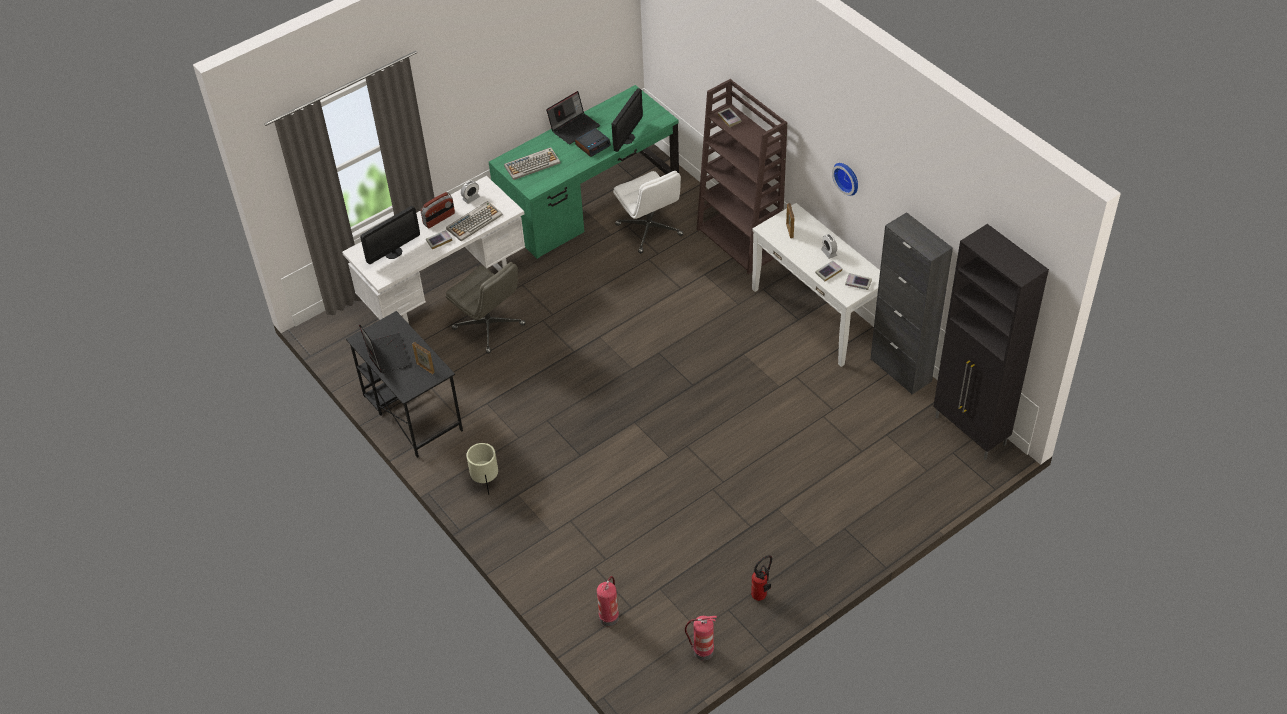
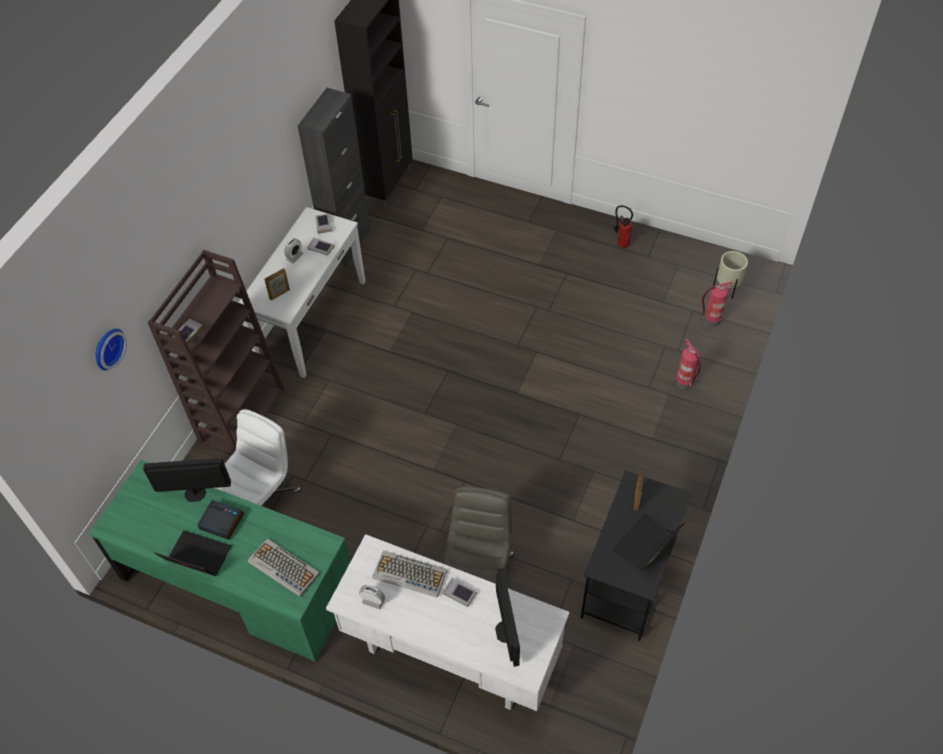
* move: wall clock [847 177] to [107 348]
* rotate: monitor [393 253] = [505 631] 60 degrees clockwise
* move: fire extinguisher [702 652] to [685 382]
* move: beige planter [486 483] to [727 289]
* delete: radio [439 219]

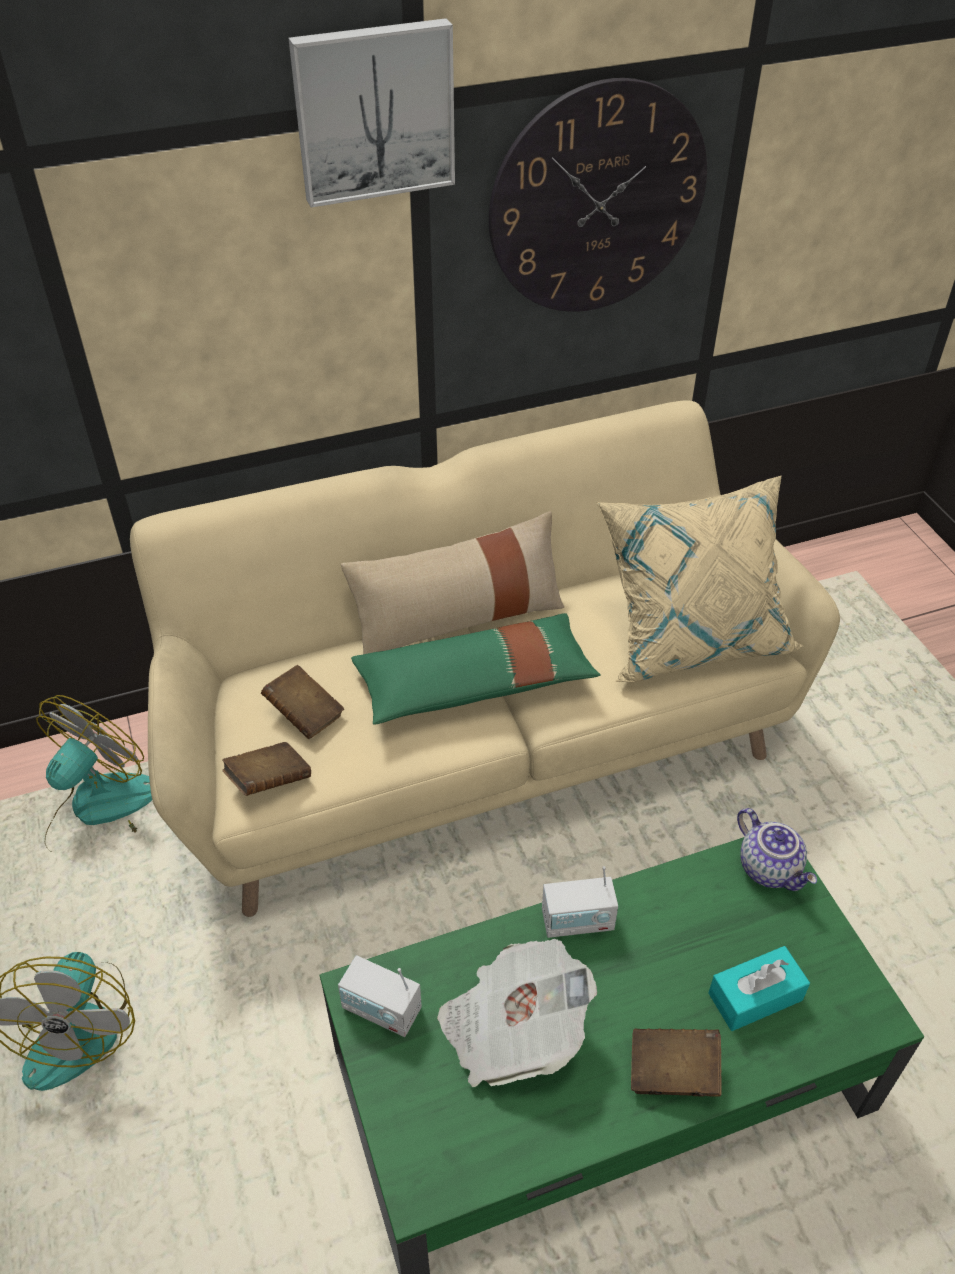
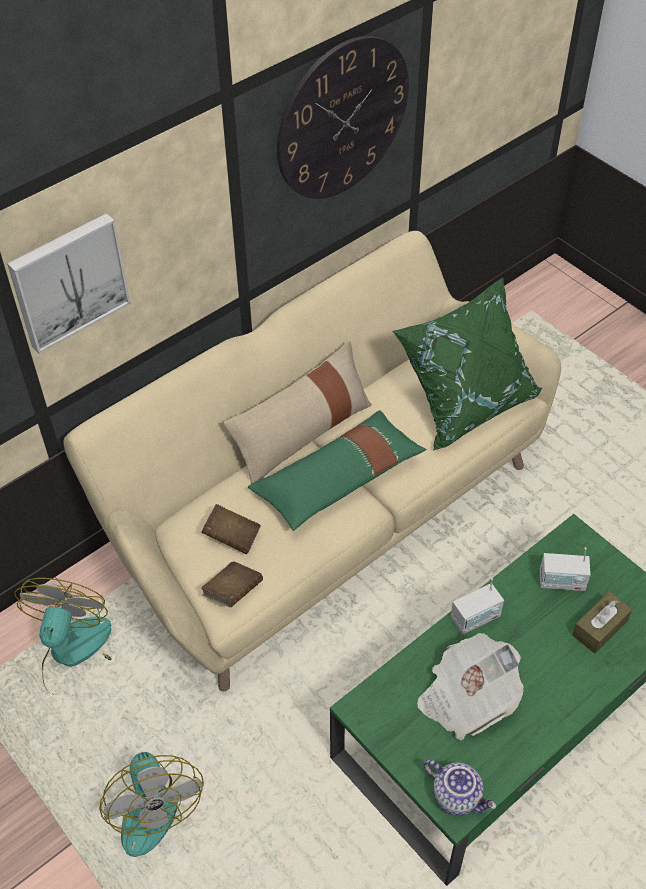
* move: picture [373 111] to [68 281]
* recolor: beige pillow [691 636] to green pillow [466 401]
* move: teapot [770 868] to [457 795]
* move: radio [381 1010] to [562 582]
* recolor: turquoise tissue box [755 996] to brown tissue box [600 628]
* delete: brown book [673 1072]

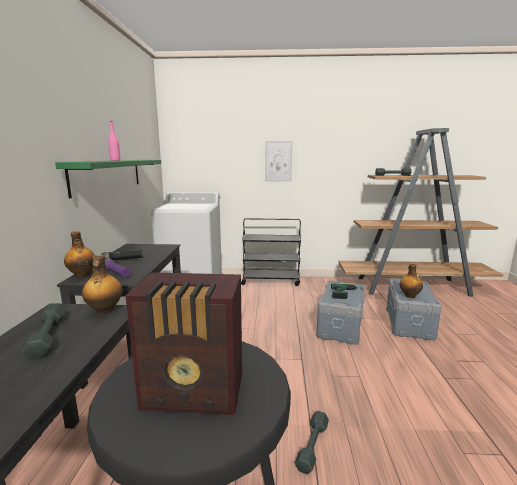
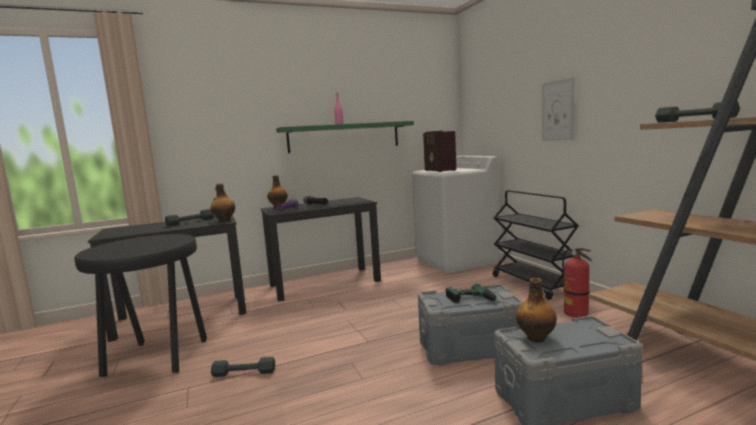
* move: radio [195 393] to [440 170]
* insert: fire extinguisher [576 313]

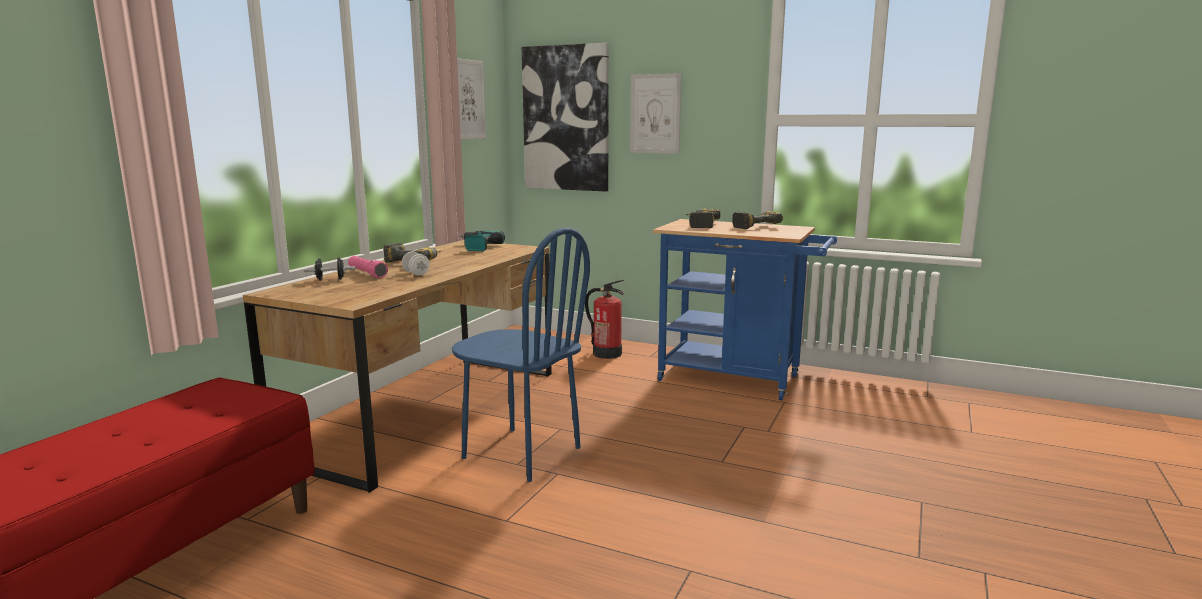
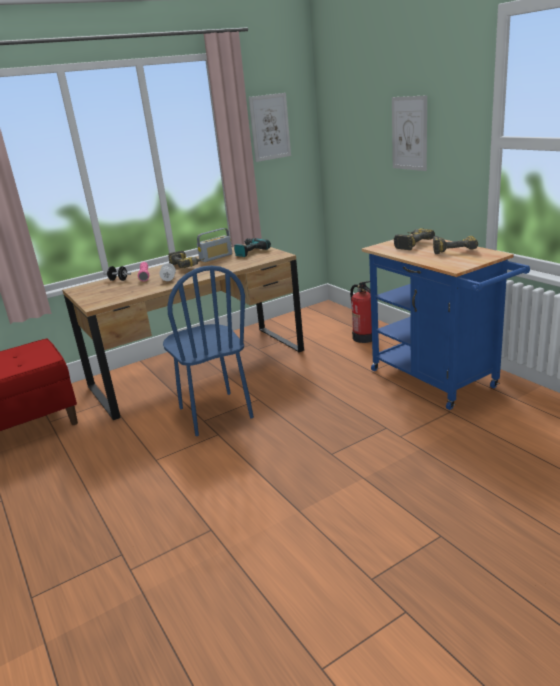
* insert: radio [216 257]
* delete: picture [566 118]

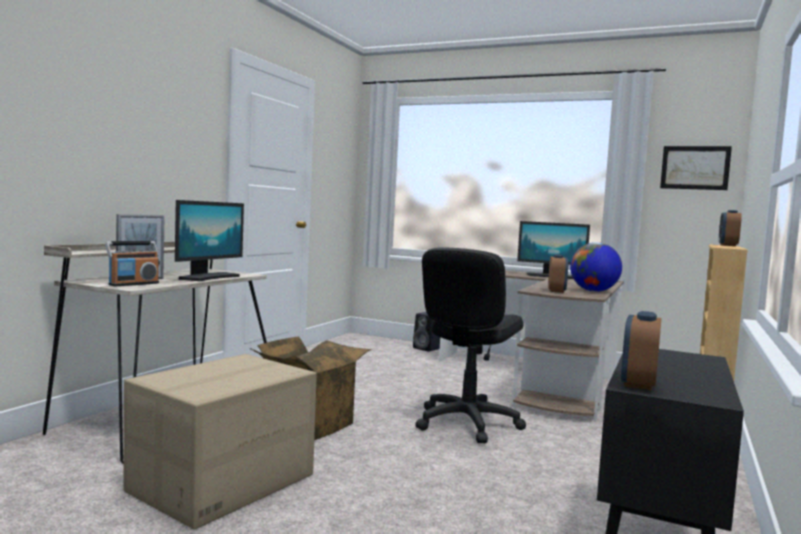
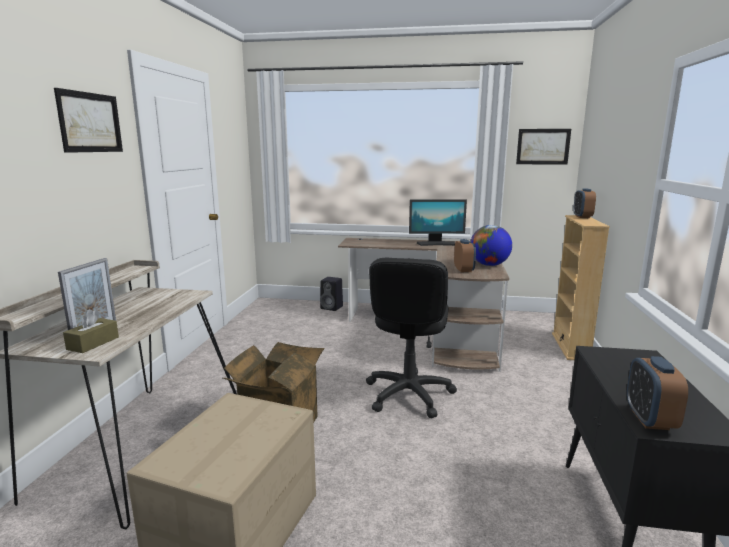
* insert: picture [90 122]
* replace: radio [133 284] to brown tissue box [93 343]
* delete: monitor [208 277]

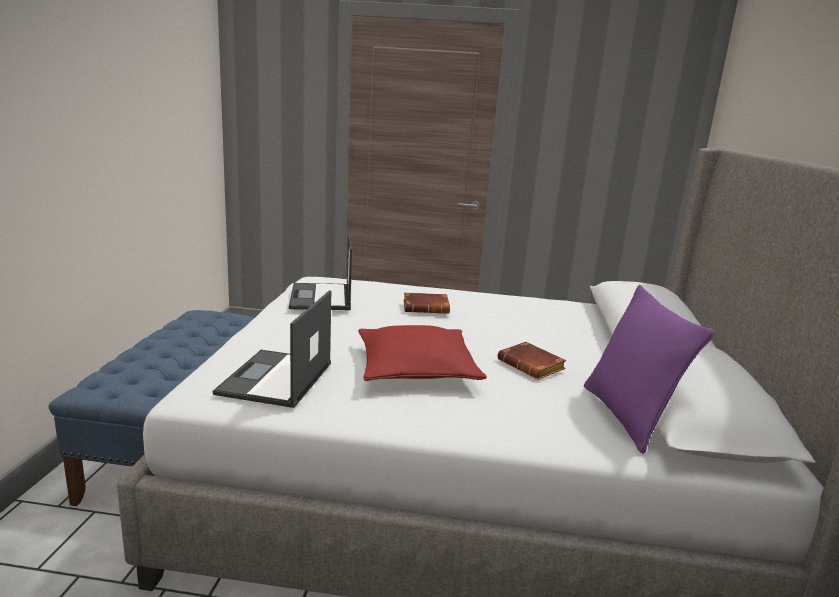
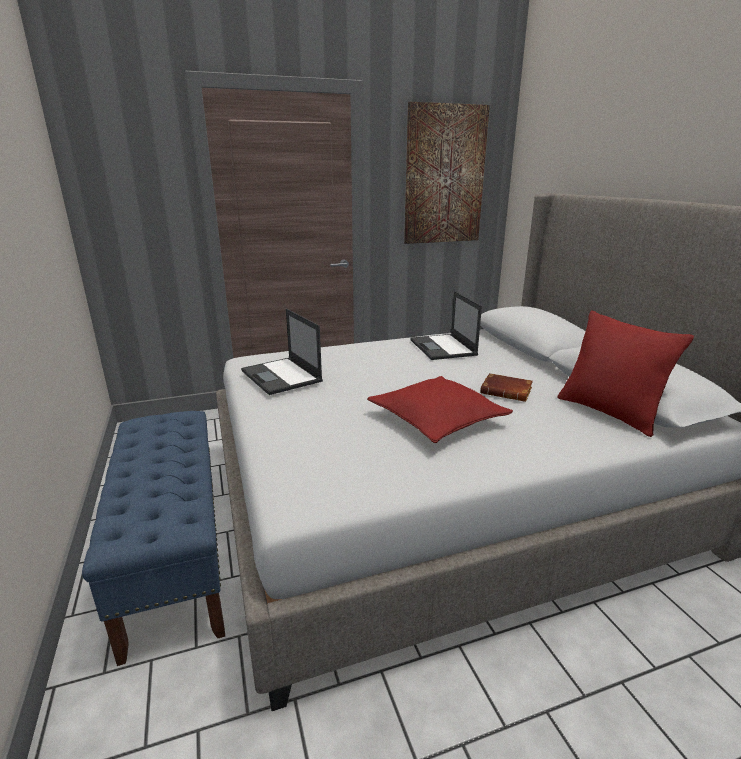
* insert: picture [444 176]
* move: laptop [276 379] to [443 347]
* recolor: purple pillow [627 417] to red pillow [608 412]
* delete: brown book [427 307]

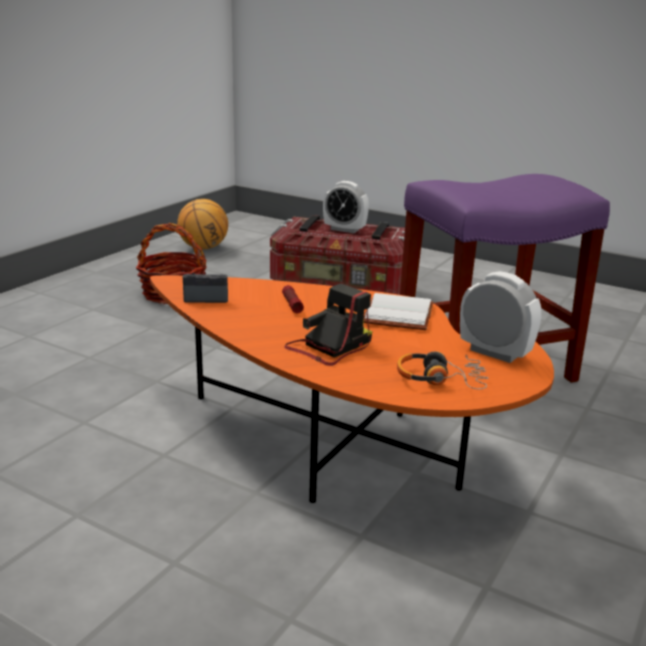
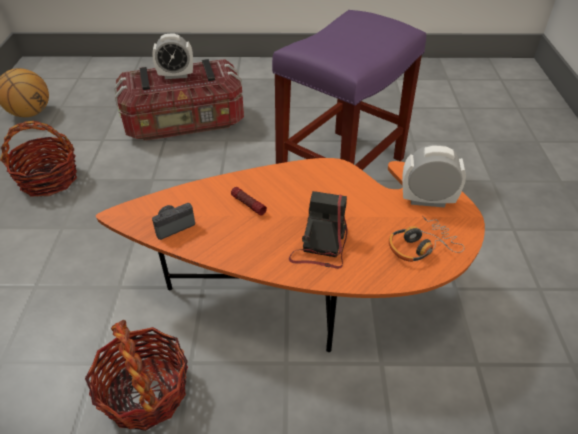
* insert: basket [145 391]
* delete: white book [400 315]

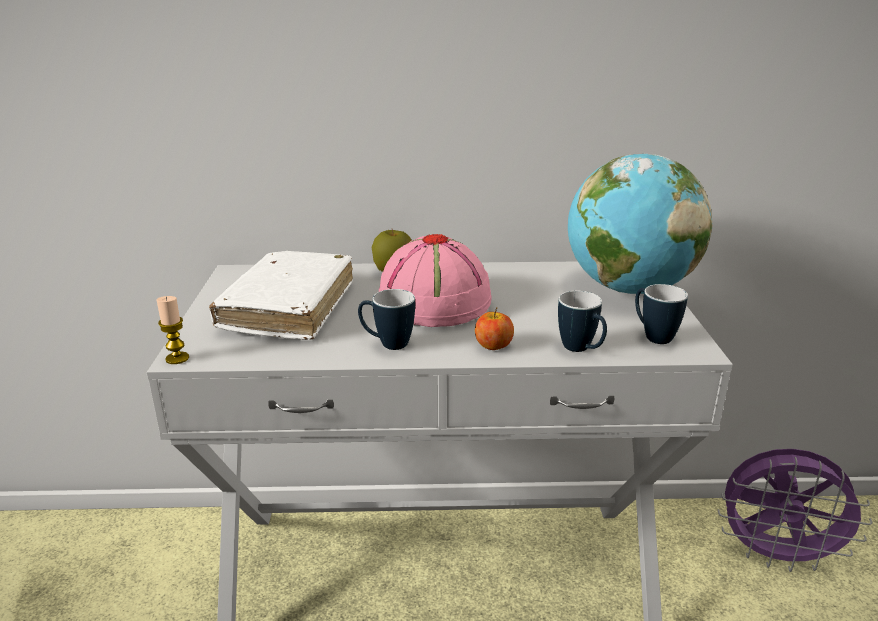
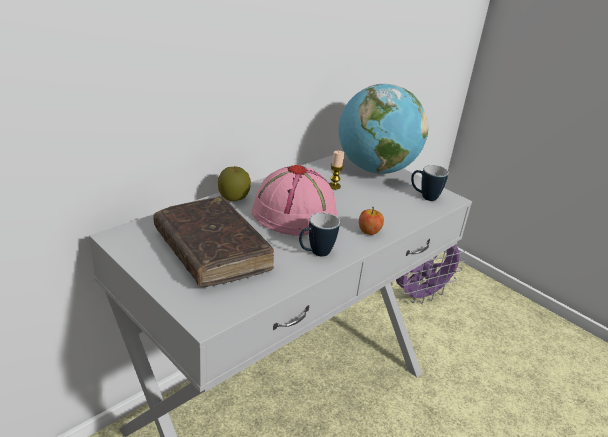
* recolor: white book [289 307] to brown book [212 251]
* move: candle [177 358] to [334 186]
* delete: mug [581 350]

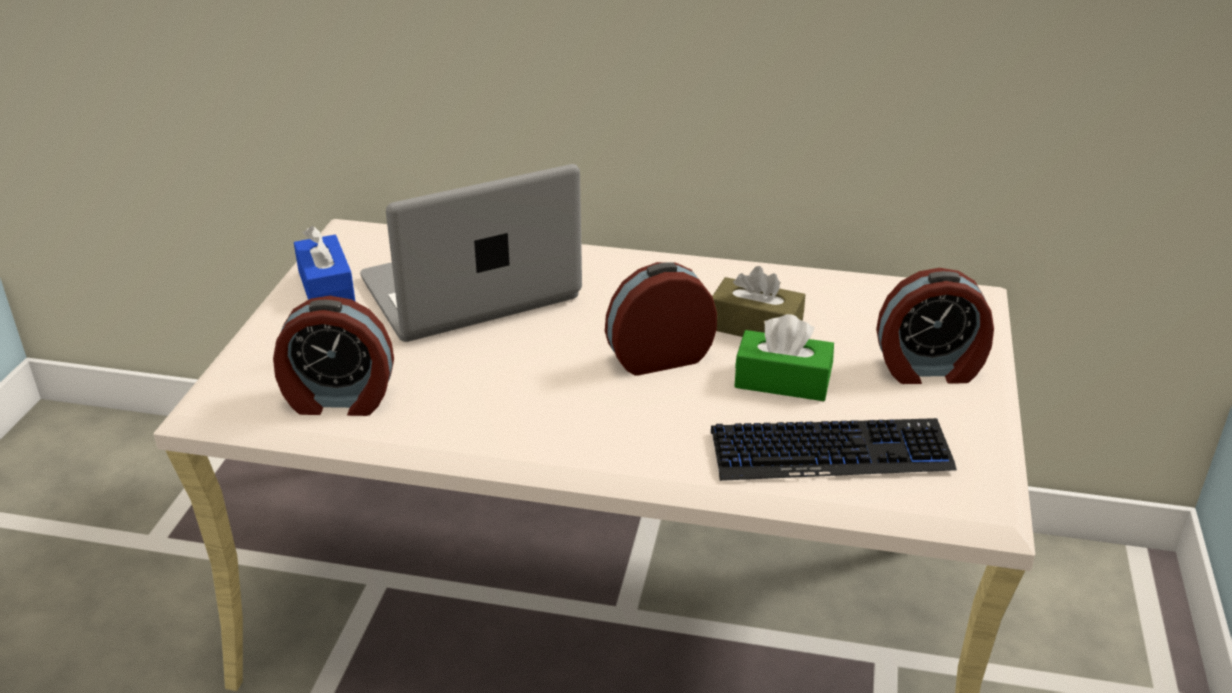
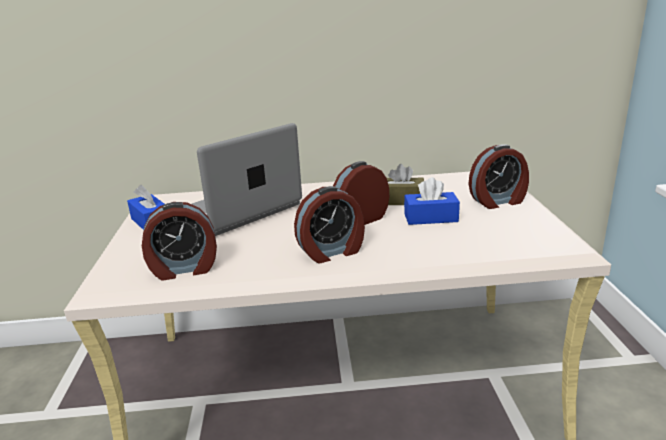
* insert: alarm clock [332 252]
* recolor: green tissue box [782 381] to blue tissue box [431 218]
* delete: keyboard [830 452]

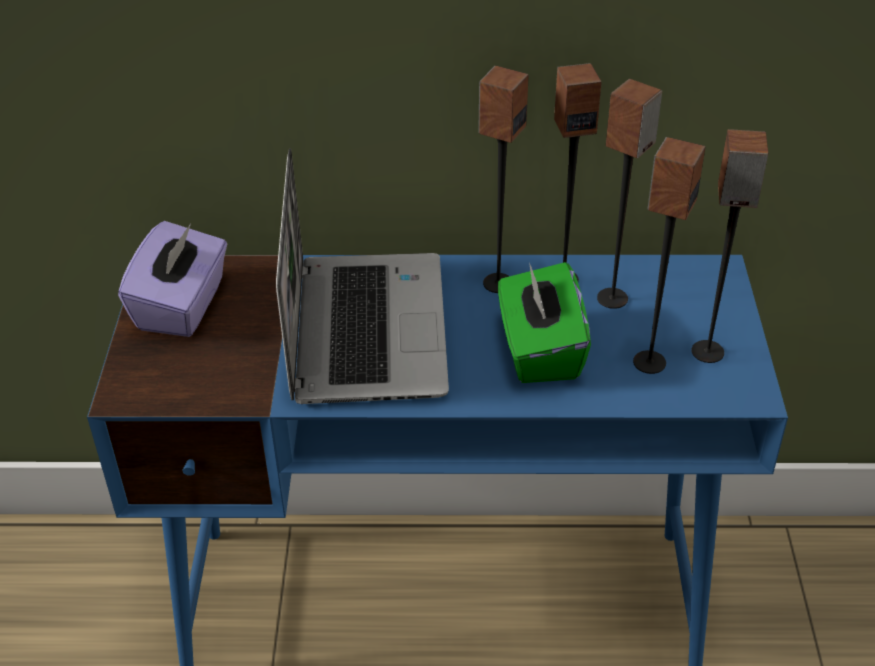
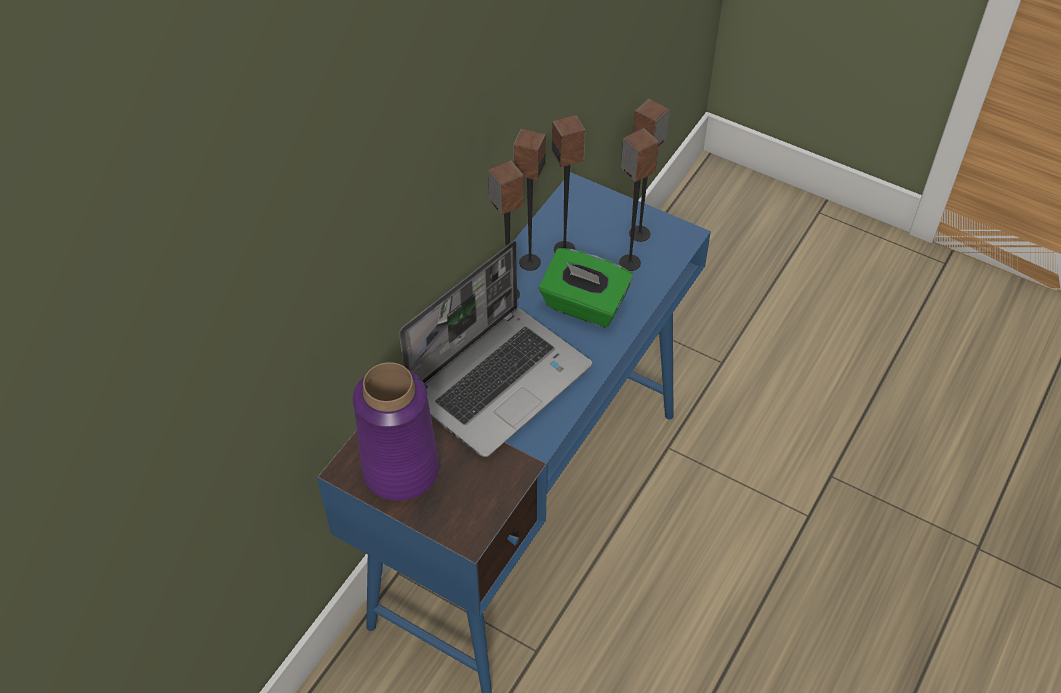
* replace: purple tissue box [182 306] to purple vase [400 470]
* rotate: laptop [365 328] = [500 380] 105 degrees clockwise

